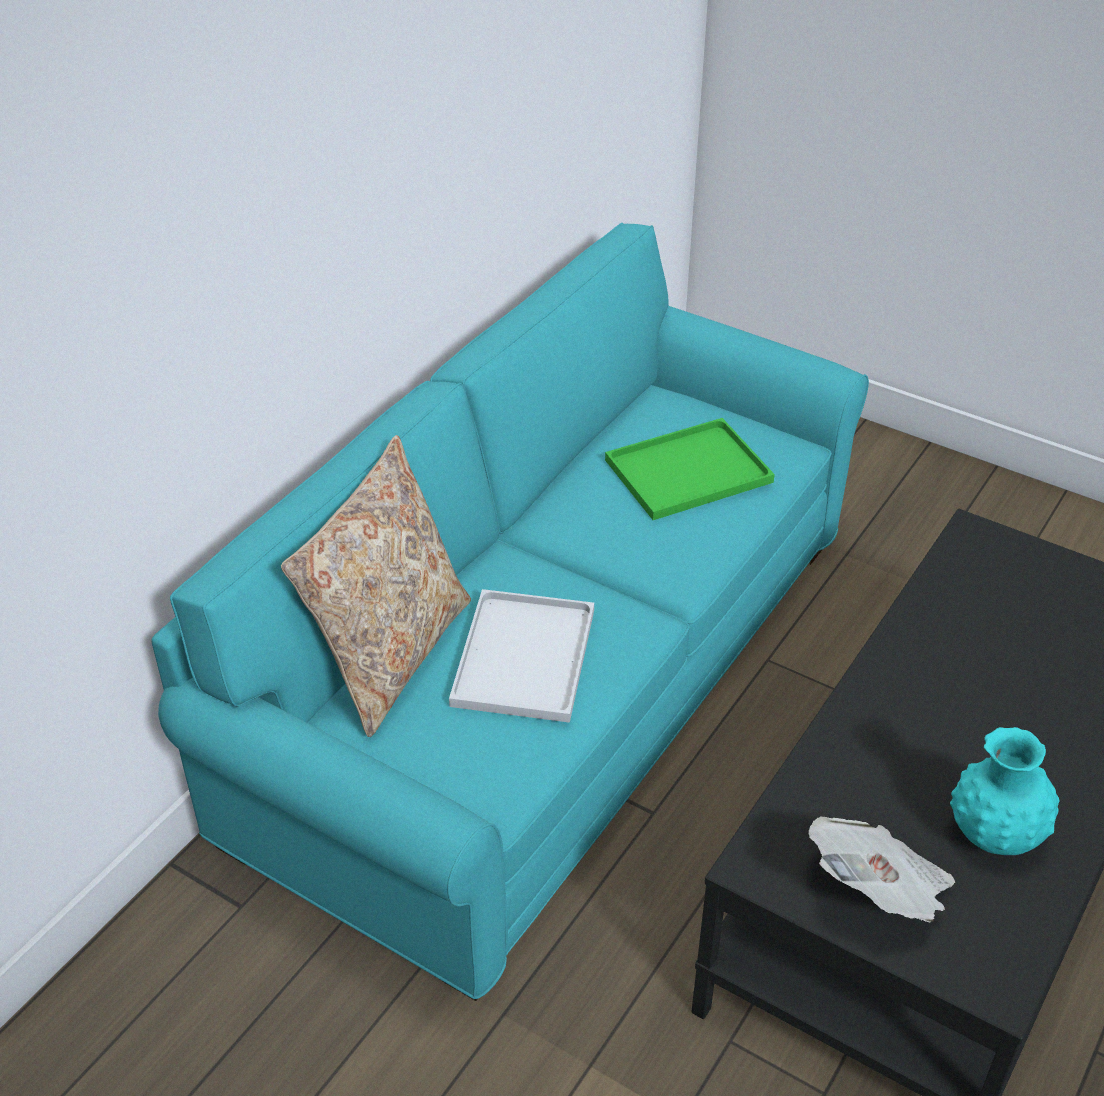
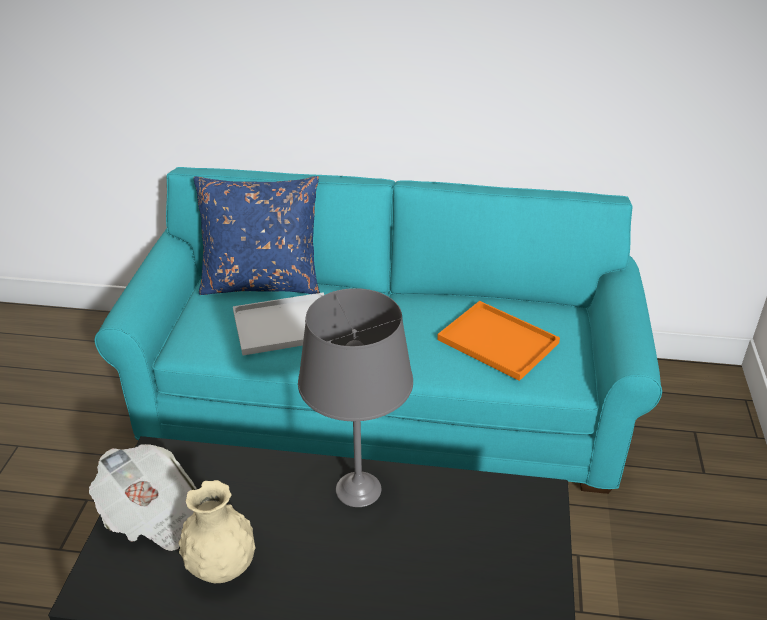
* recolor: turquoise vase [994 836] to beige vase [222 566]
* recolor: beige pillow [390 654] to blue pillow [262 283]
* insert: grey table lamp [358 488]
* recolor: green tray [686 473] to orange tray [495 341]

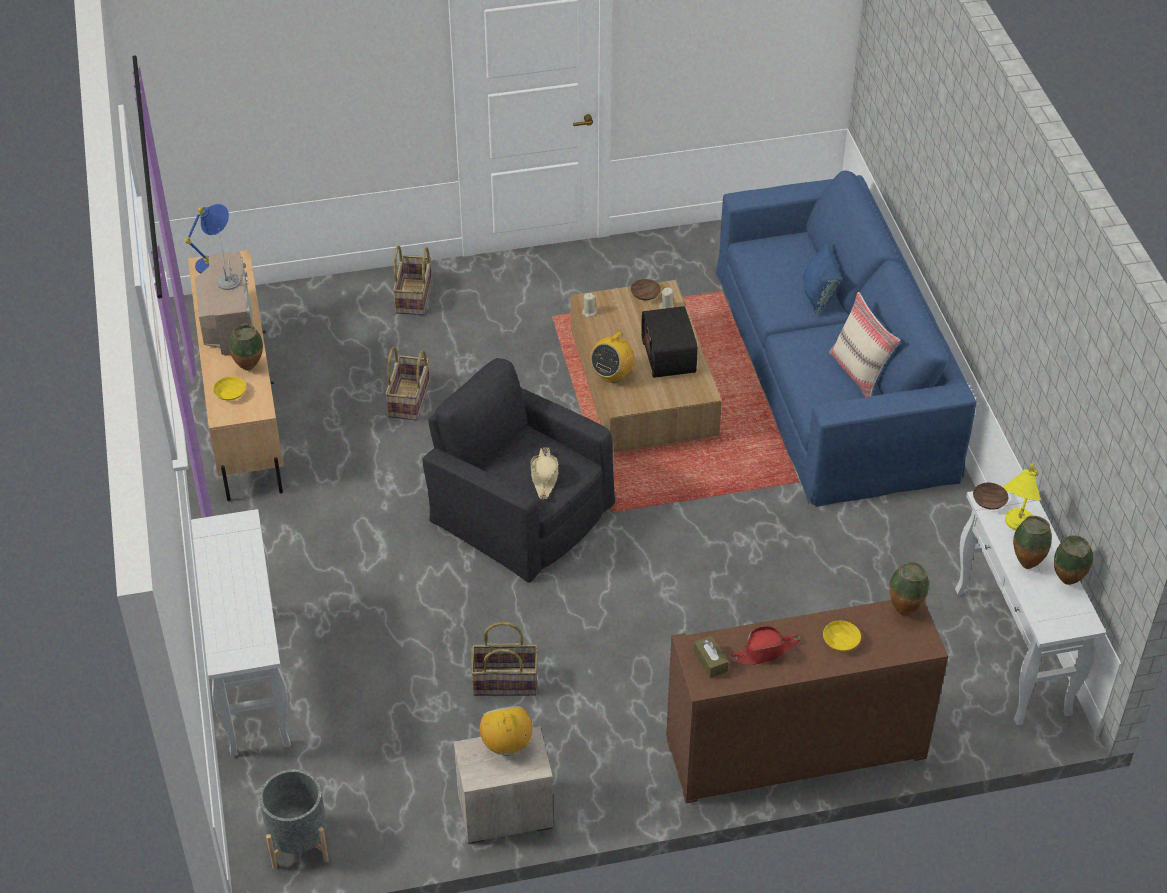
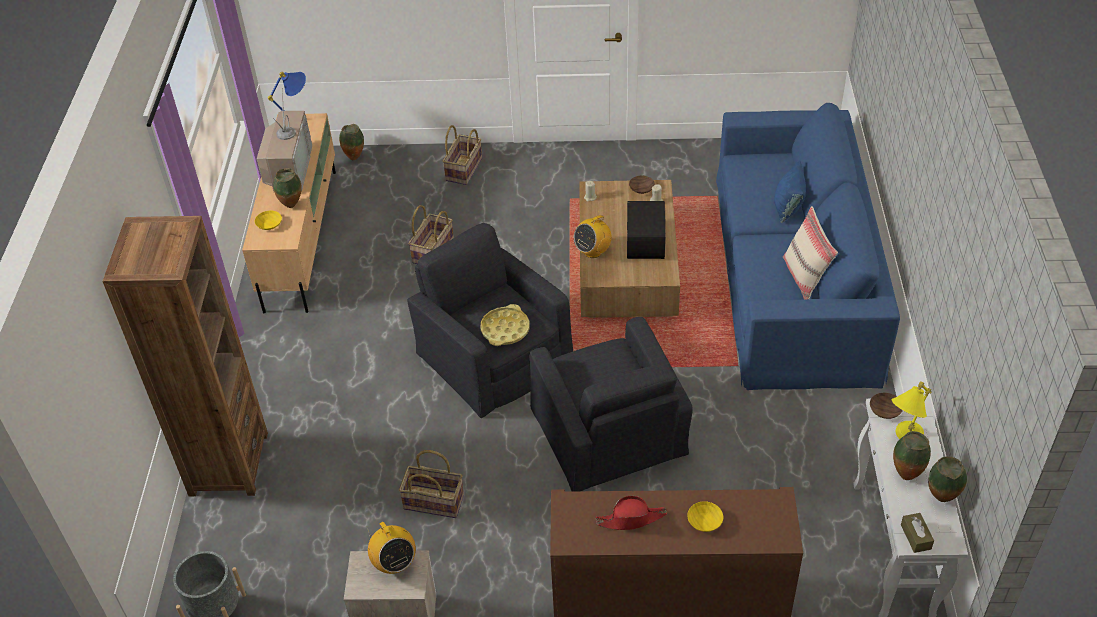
* replace: white console table [251 679] to brown bookcase [228 464]
* move: vase [904 610] to [354 157]
* rotate: radio [507 745] = [394 563] 150 degrees clockwise
* replace: beige hat [544 477] to yellow tray [505 329]
* insert: black armchair [609 433]
* move: brown tissue box [710 661] to [915 537]

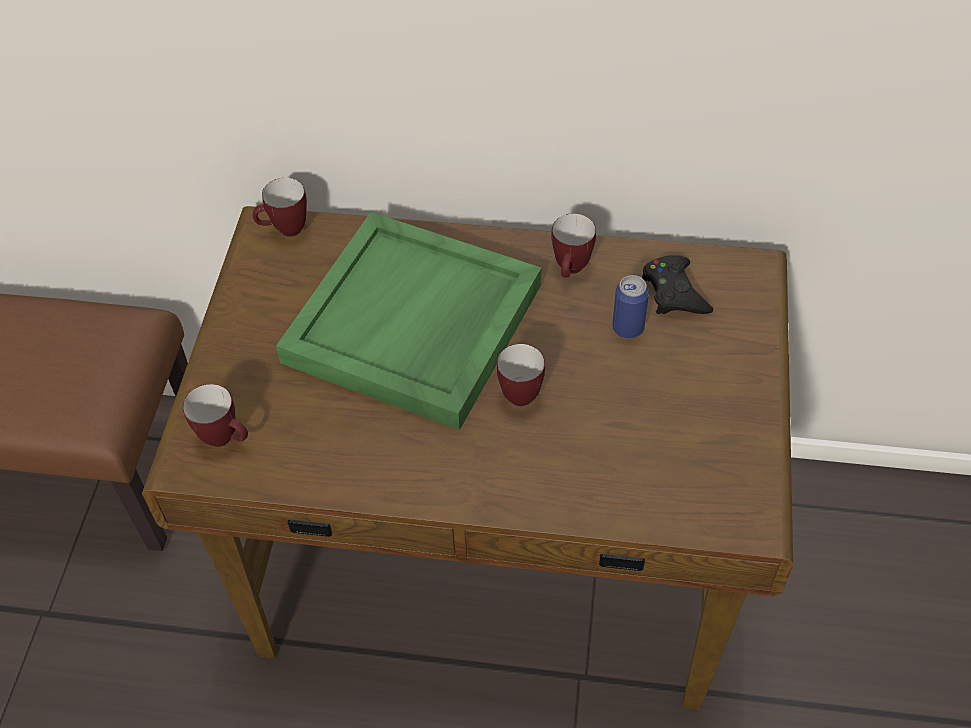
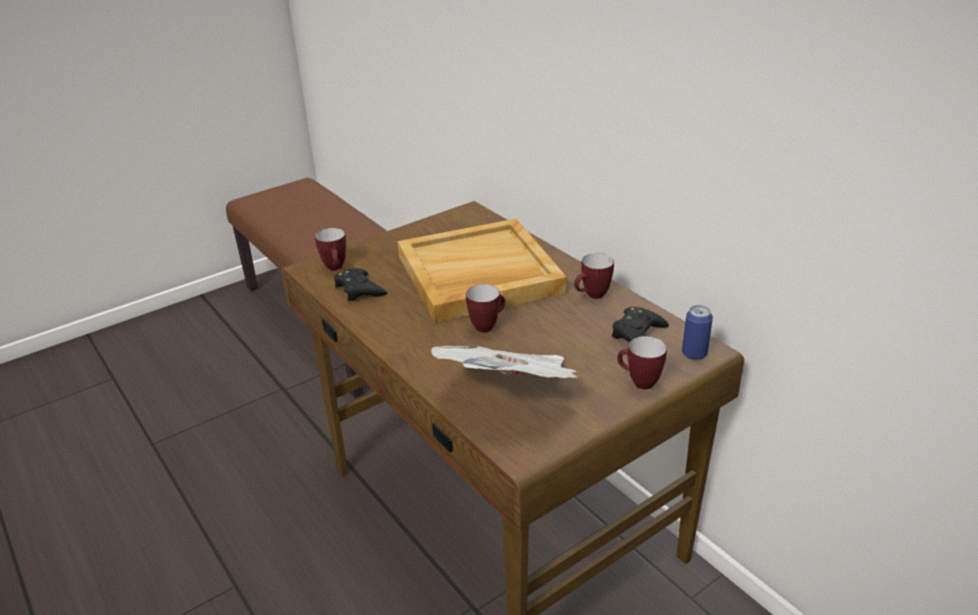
* insert: black game controller [359 289]
* recolor: green tray [414 325] to beige tray [478 275]
* insert: newspaper [511 391]
* move: mug [285 231] to [638 382]
* move: can [628 328] to [694 354]

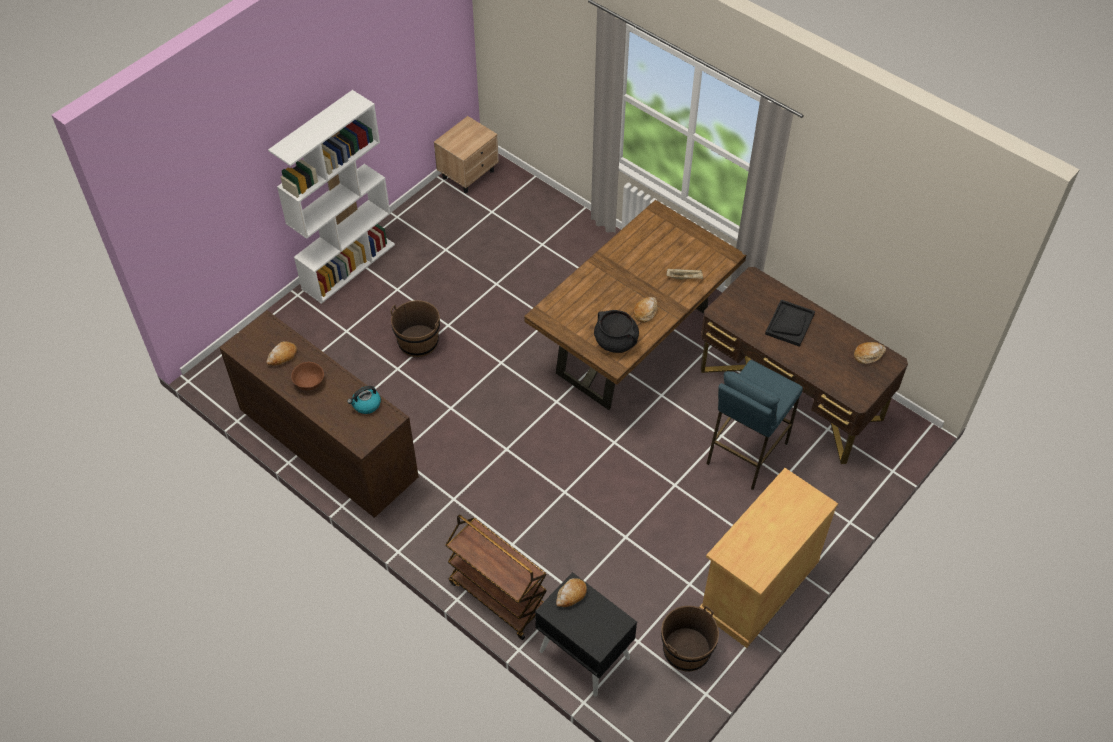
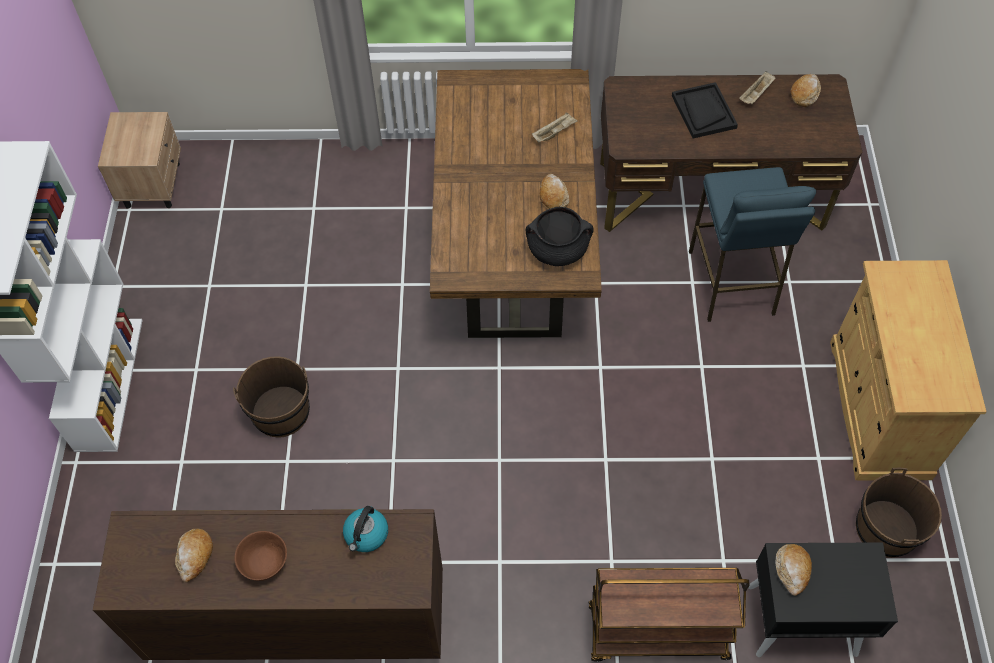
* insert: beige tray [756 94]

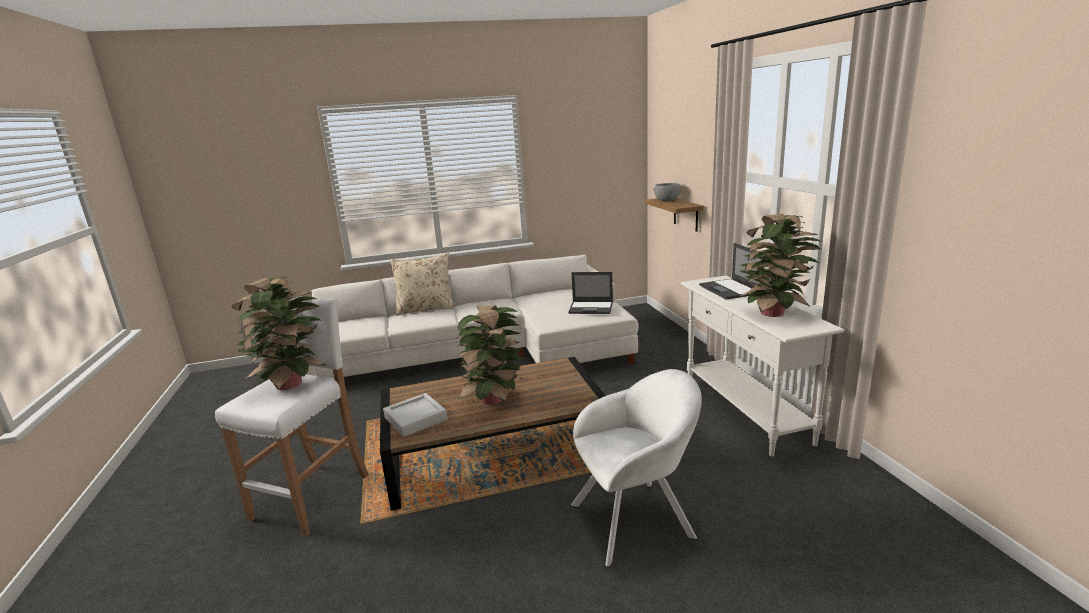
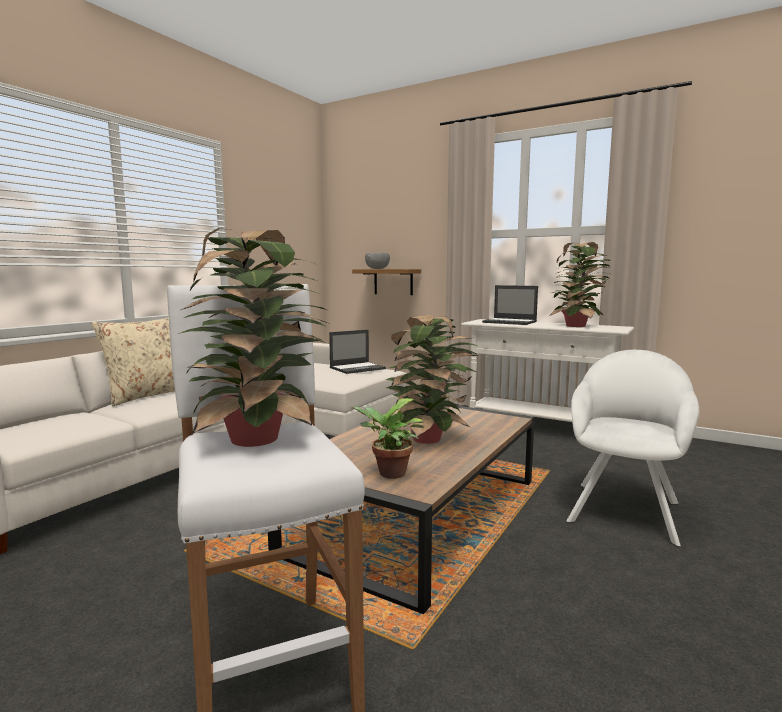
* replace: grey tray [416 419] to potted plant [388 474]

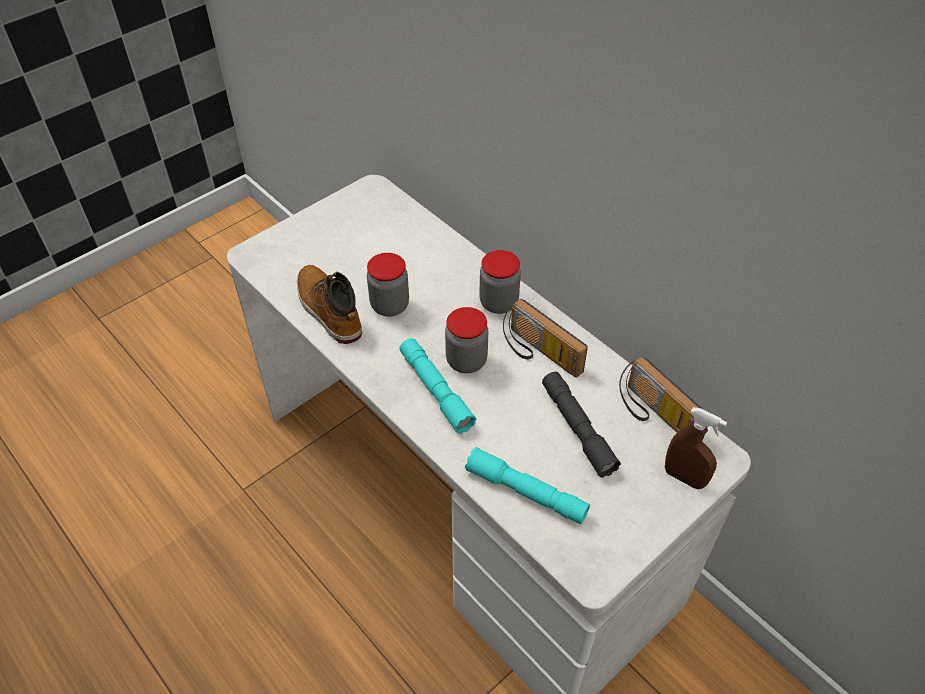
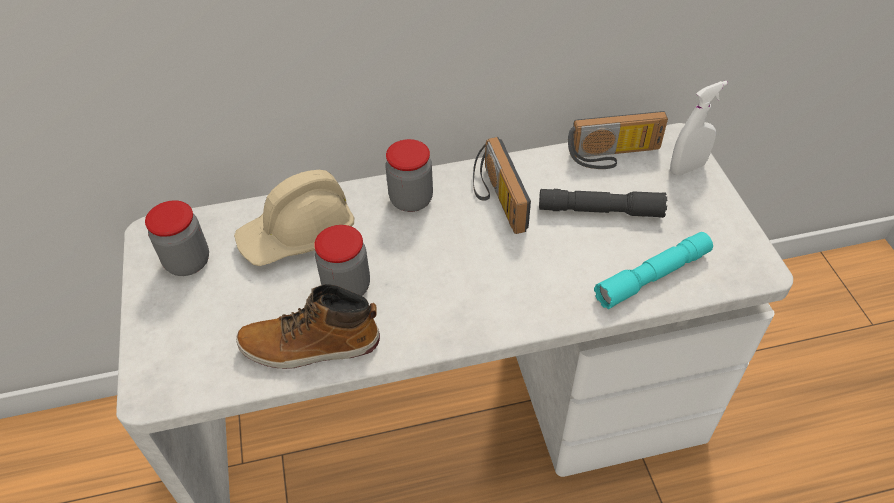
* move: jar [466 361] to [188 262]
* insert: beige hard hat [298 235]
* rotate: radio [538 353] = [495 199] 90 degrees clockwise
* recolor: brown spray bottle [684 478] to white spray bottle [687 168]
* delete: turquoise flashlight [436 390]

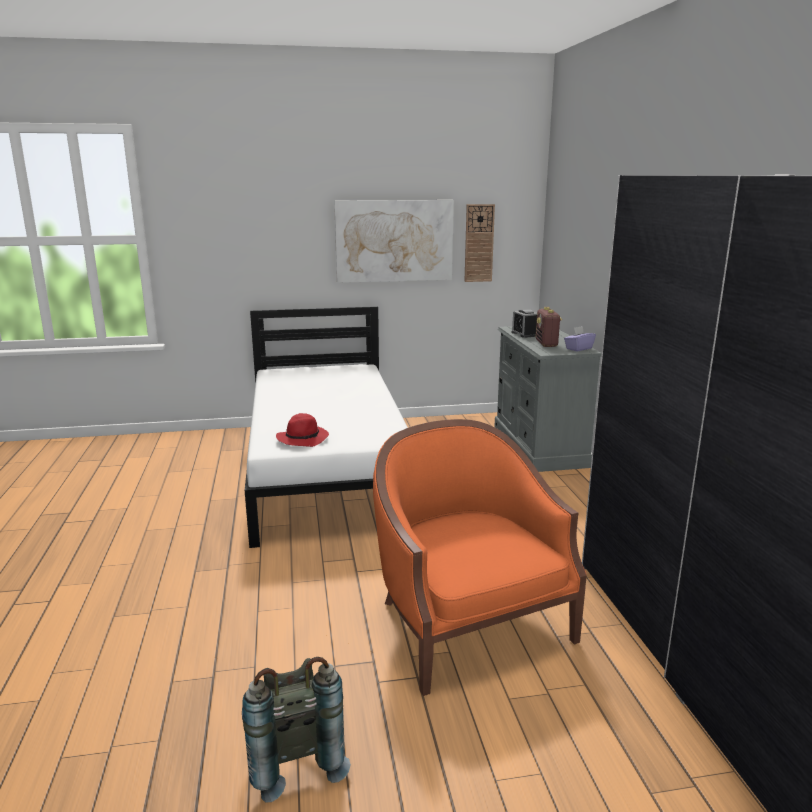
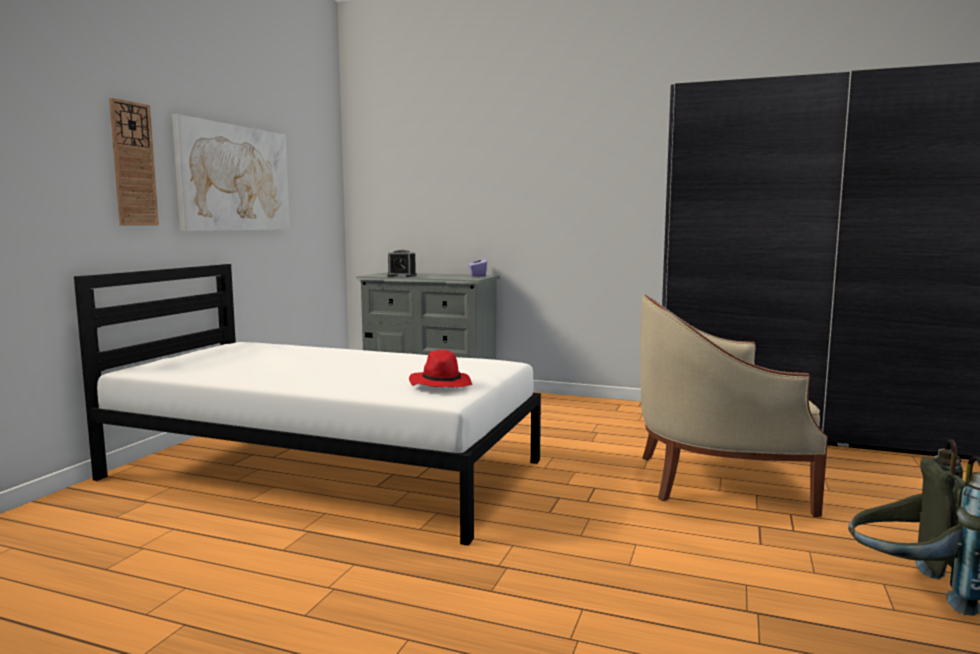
* move: wall clock [479 243] to [133 164]
* recolor: orange armchair [468 625] to beige armchair [718 480]
* delete: radio [546 344]

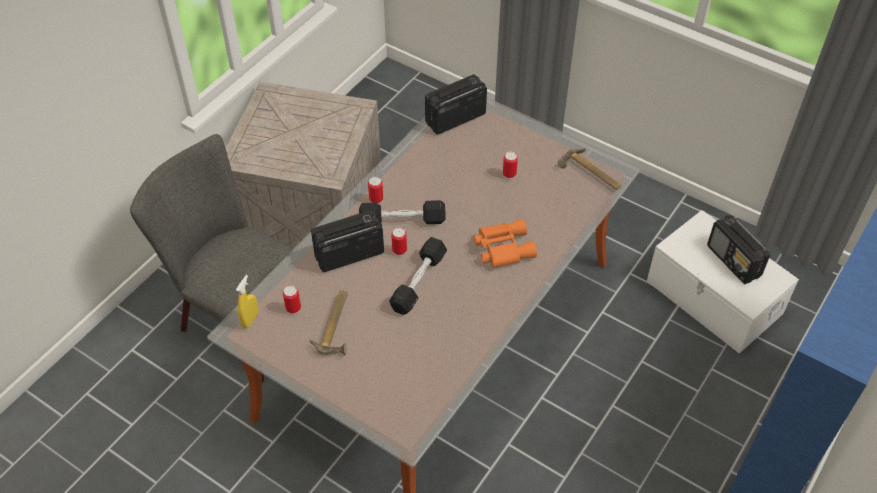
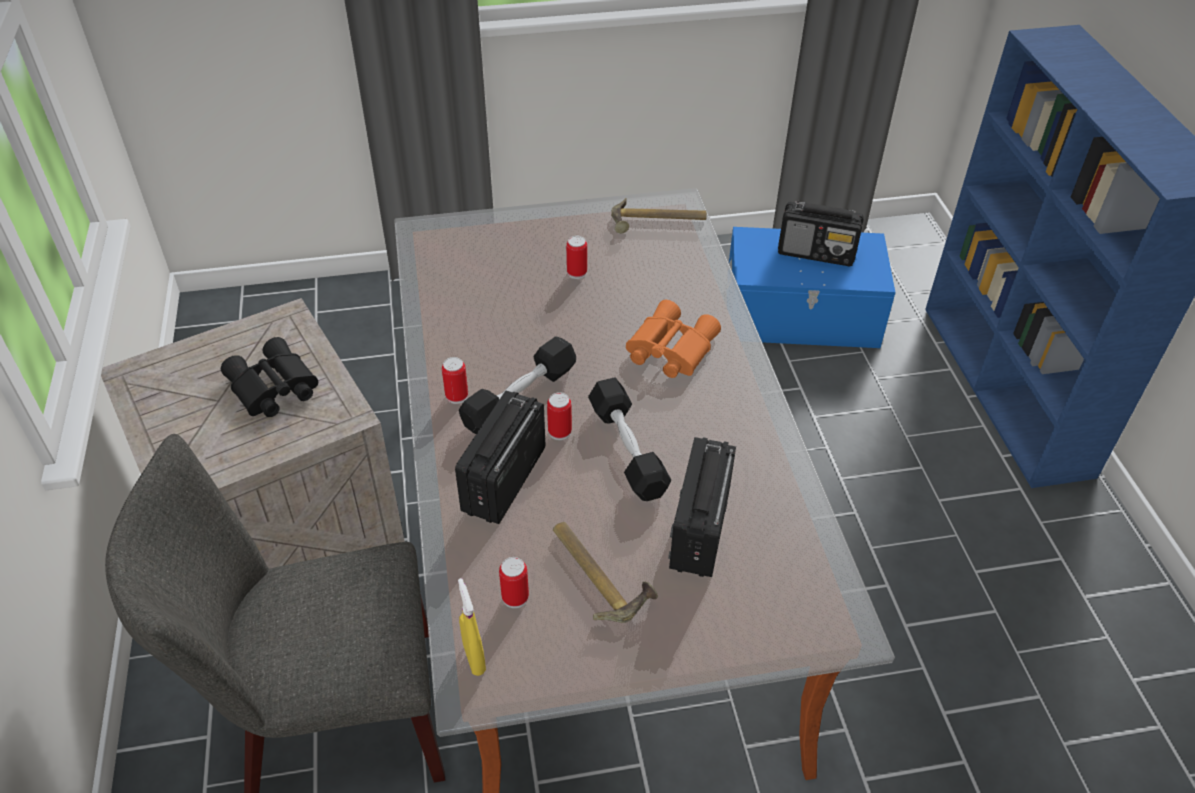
* insert: black binoculars [272 389]
* move: radio [454 118] to [699 530]
* recolor: white storage box [713 298] to blue storage box [801 315]

